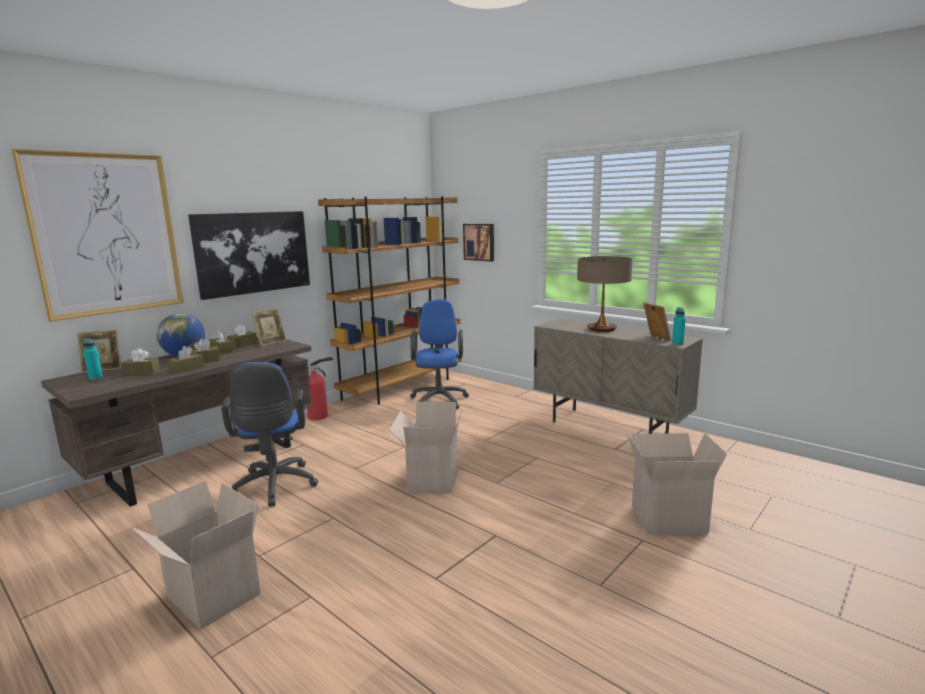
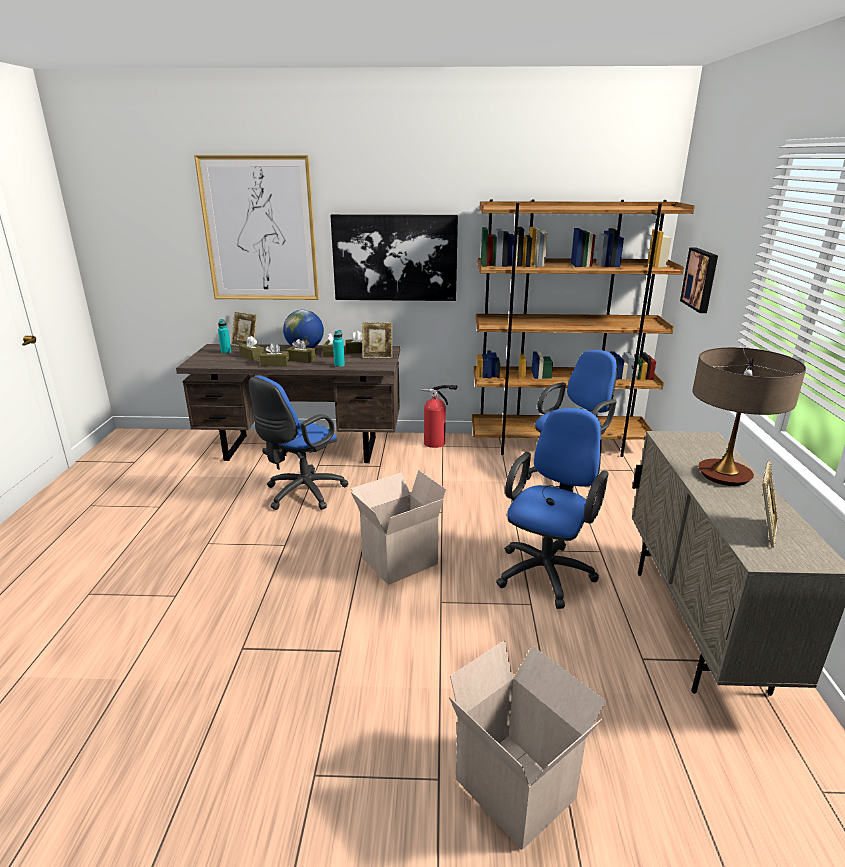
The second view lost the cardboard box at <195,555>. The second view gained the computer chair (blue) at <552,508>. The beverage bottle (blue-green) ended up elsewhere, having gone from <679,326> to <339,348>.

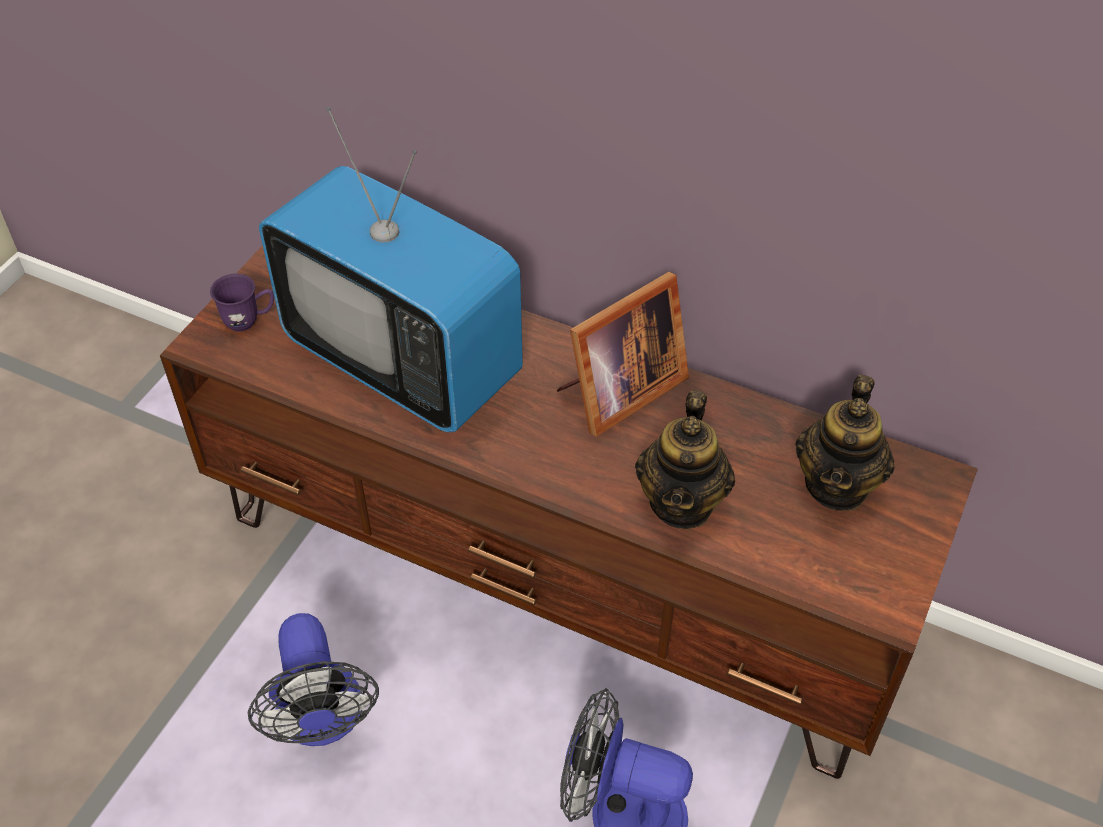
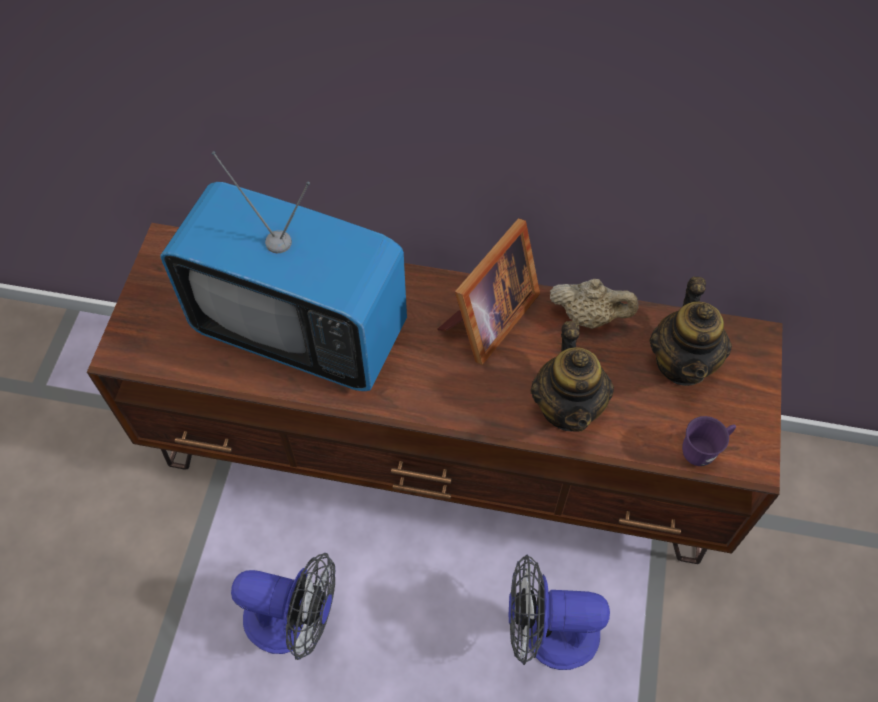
The second view gained the teapot (sand-coloured) at <594,304>. The coffee mug (purple-coloured) ended up elsewhere, having gone from <242,303> to <709,441>. The electric fan at <313,679> ended up facing another way, 45 degrees counterclockwise from before.

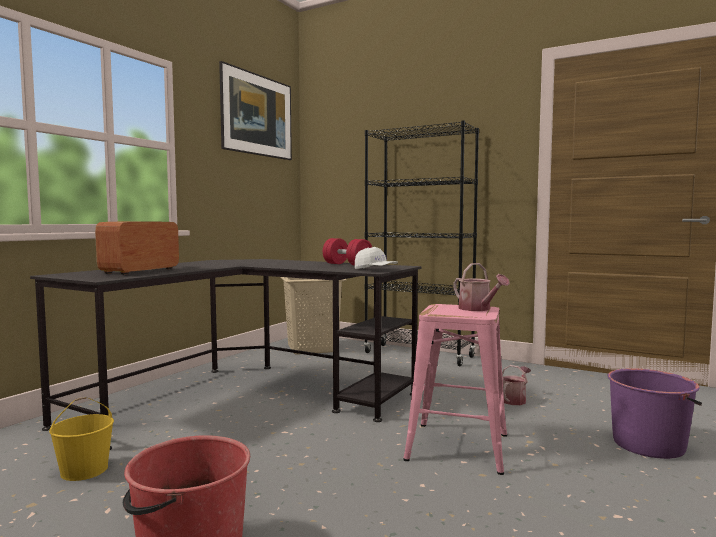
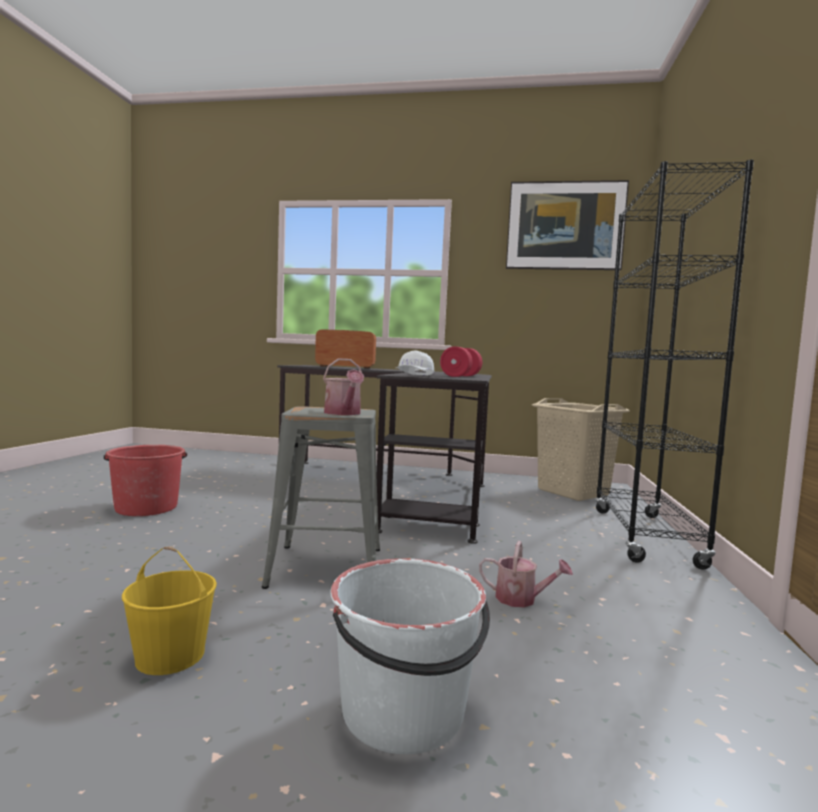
The bucket (yellow-coloured) ended up elsewhere, having gone from <81,439> to <169,611>. What was the stool seat (pink) at <455,389> turned into the stool seat (greyish) at <321,497>. What was the bucket (purple-coloured) at <654,413> turned into the bucket (white-coloured) at <410,656>. The sprinkling can at <481,287> ended up facing another way, 60 degrees counterclockwise from before.

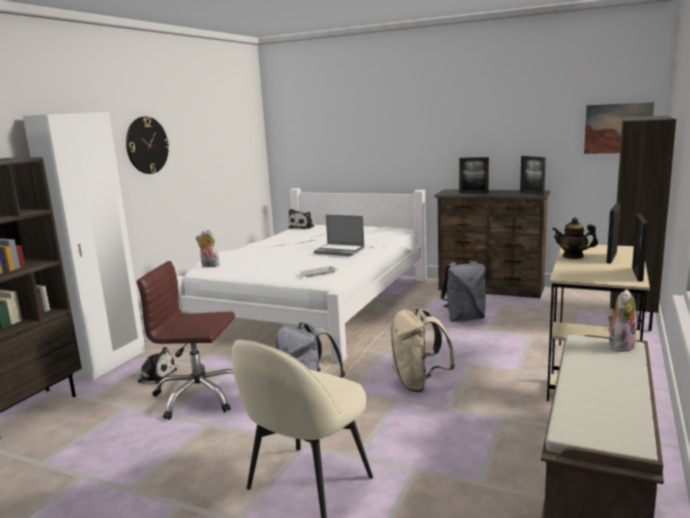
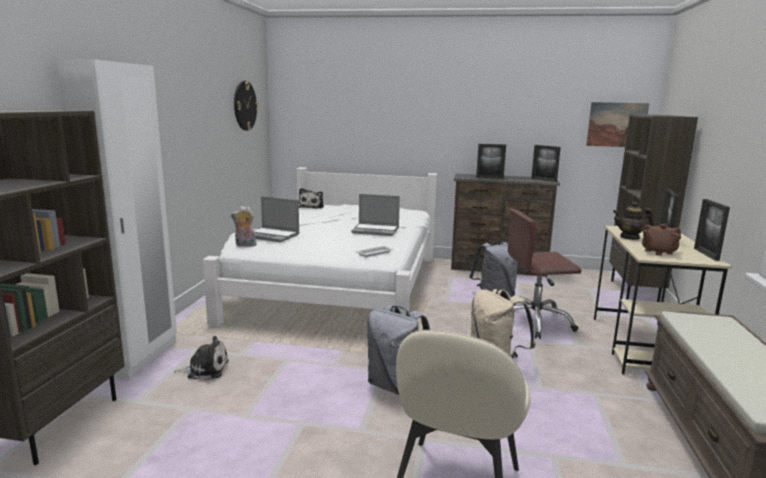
The second view lost the plush toy at <622,320>. The second view gained the notebook computer at <277,219>. The second view gained the teapot (brown) at <661,240>. The hanging clock ended up elsewhere, having gone from <148,145> to <246,106>. The computer chair (brown) ended up elsewhere, having gone from <186,340> to <544,274>.

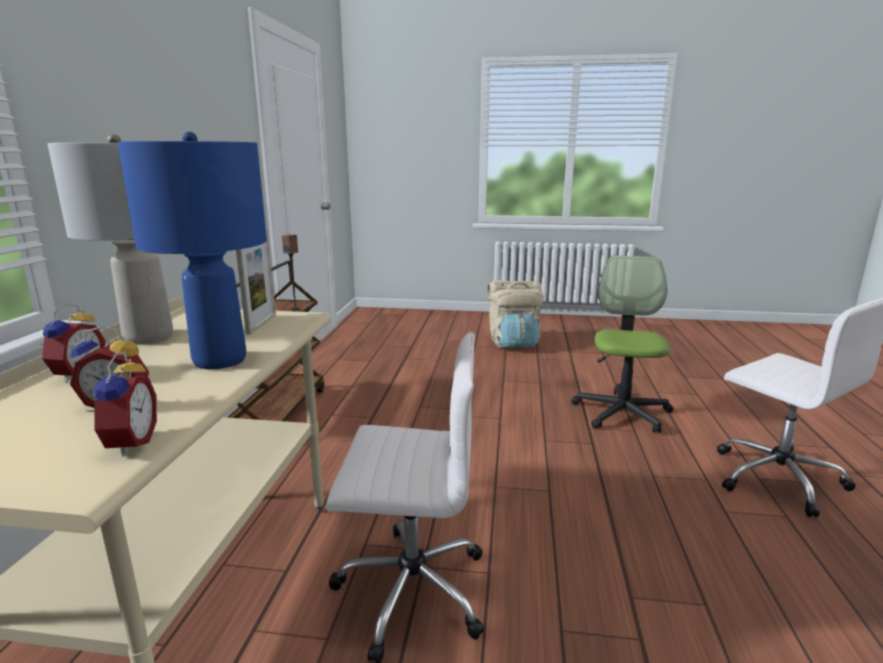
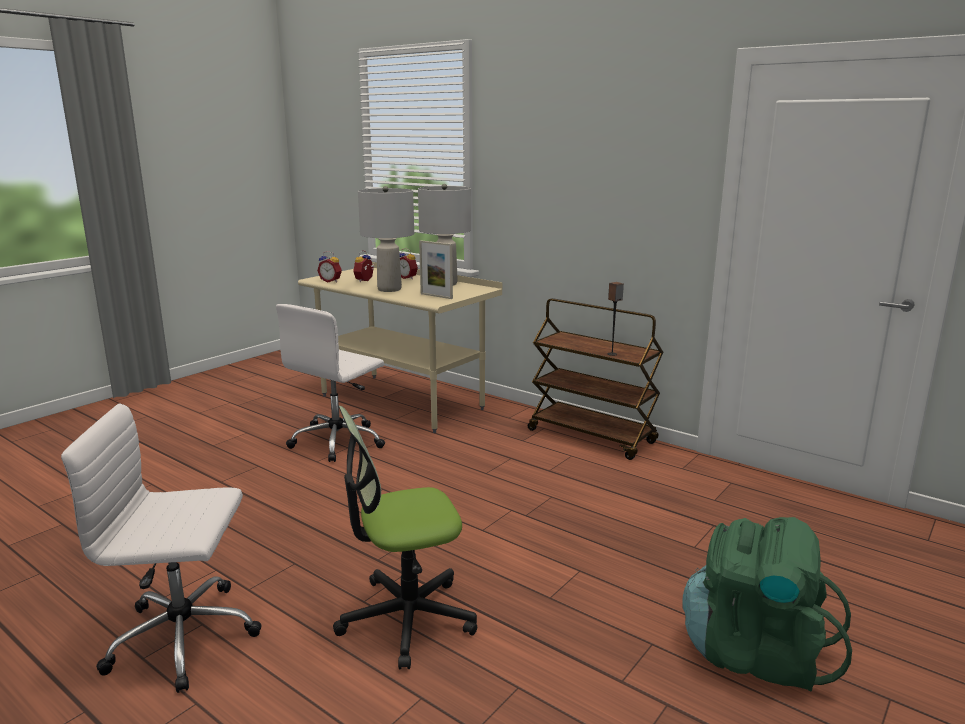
What was the lamp for a table (blue) at <192,250> turned into the lamp for a table (greyish) at <386,239>. What was the knapsack (sand-coloured) at <516,314> turned into the knapsack (greenish) at <767,604>. The computer chair at <622,344> ended up facing another way, 120 degrees clockwise from before.

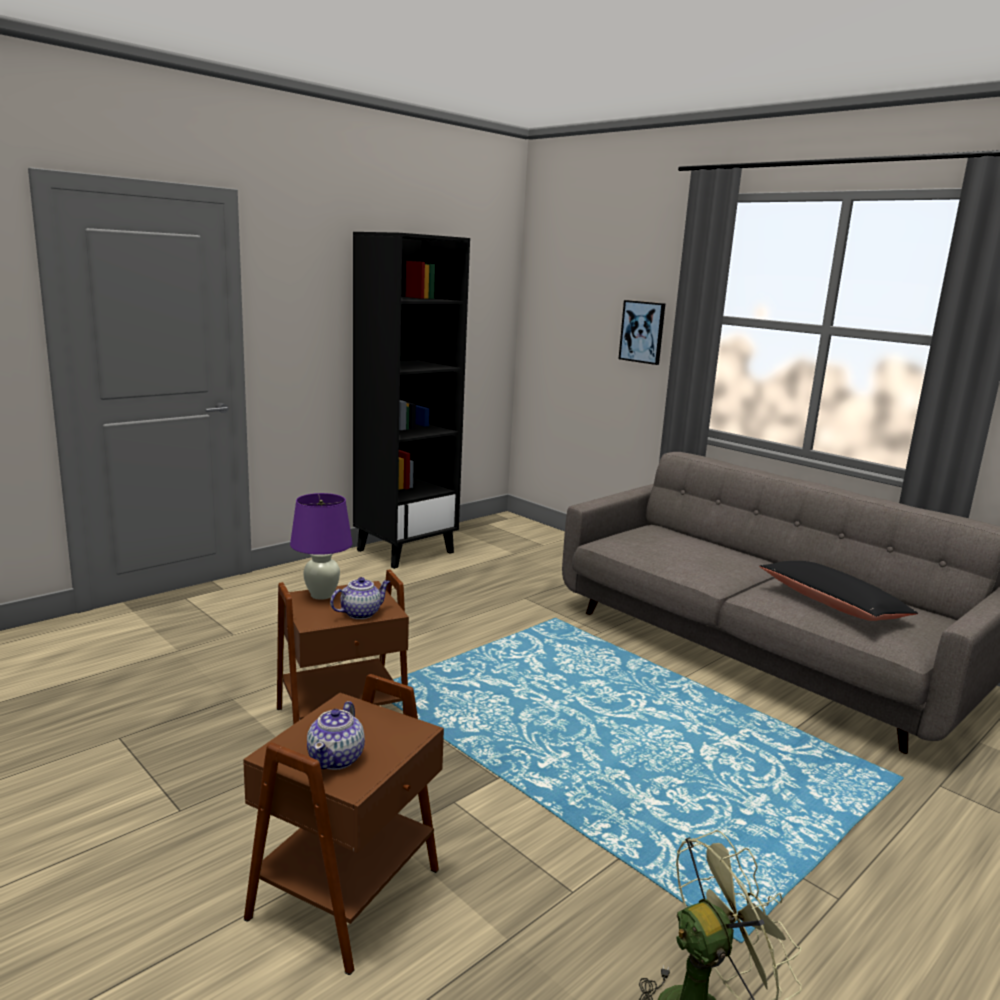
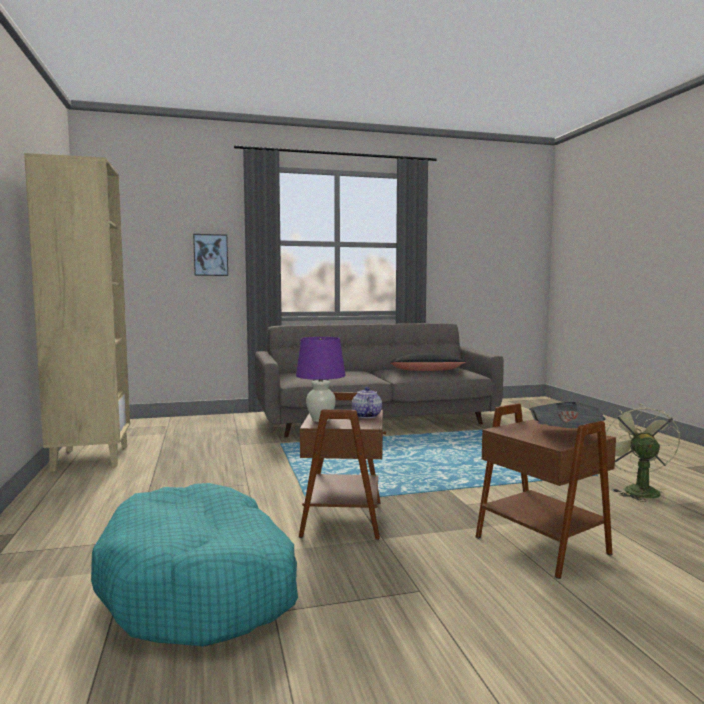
The second view gained the pet bed (blue-green) at <194,564>. Where the teapot stood at <336,735>, the newspaper came to stand at <567,415>. What was the shelving unit (black-coloured) at <411,400> turned into the shelving unit (sand-coloured) at <77,312>.

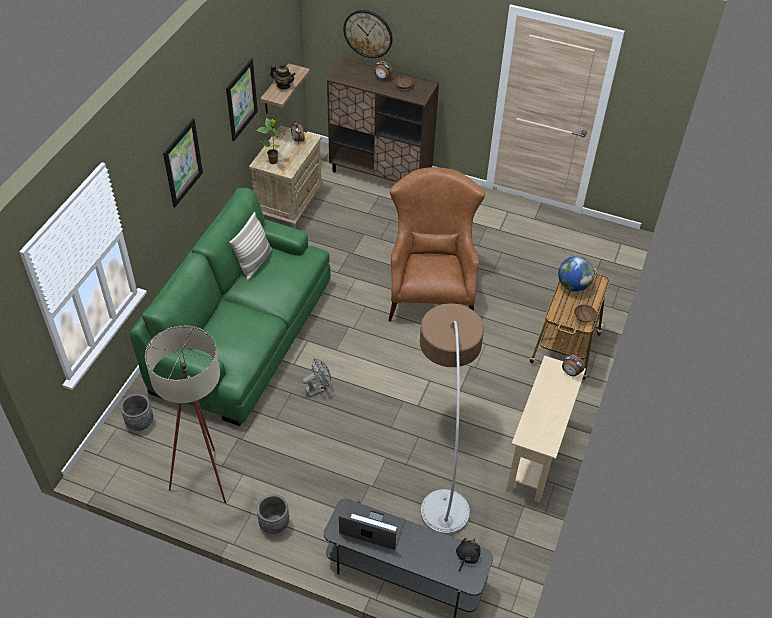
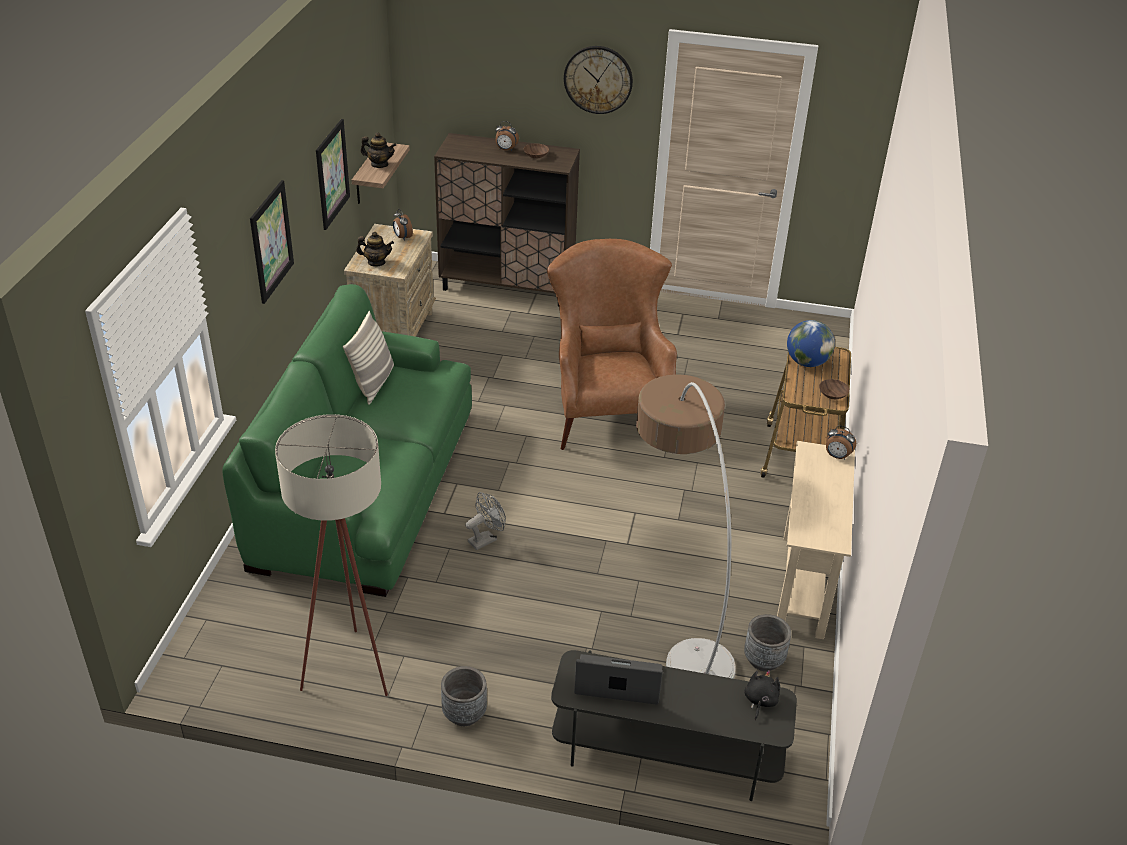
The plant pot (greyish) ended up elsewhere, having gone from <136,412> to <767,642>. The hanging clock ended up elsewhere, having gone from <367,34> to <598,80>. Where the potted plant stood at <270,141>, the teapot came to stand at <375,249>.

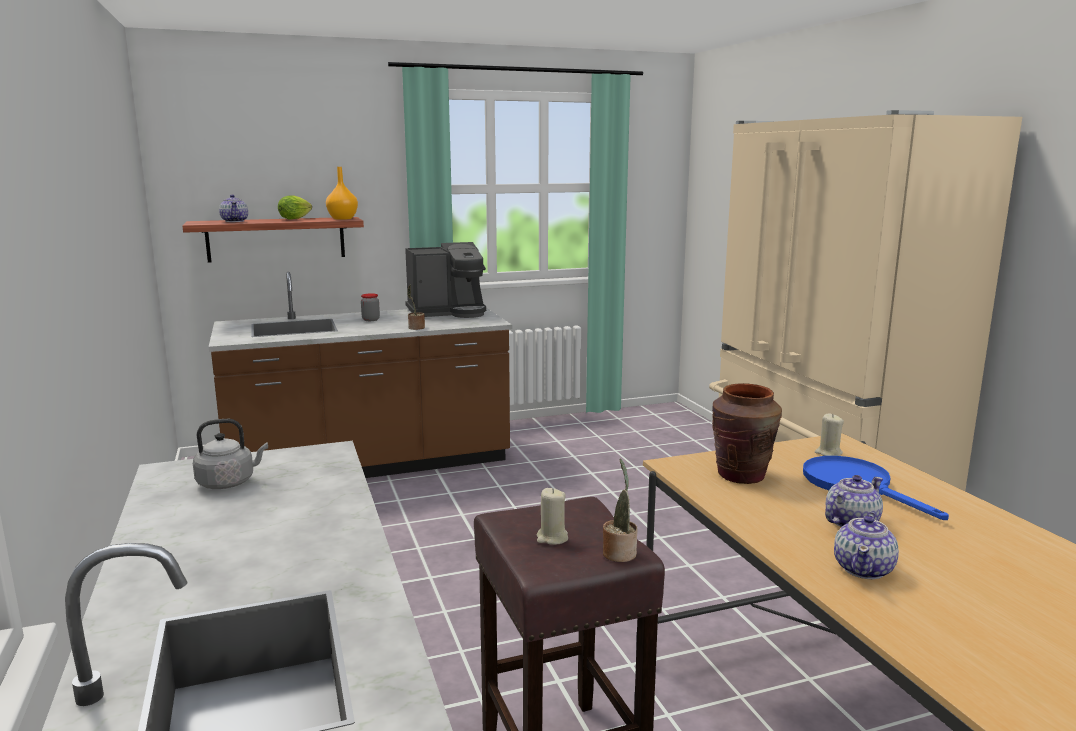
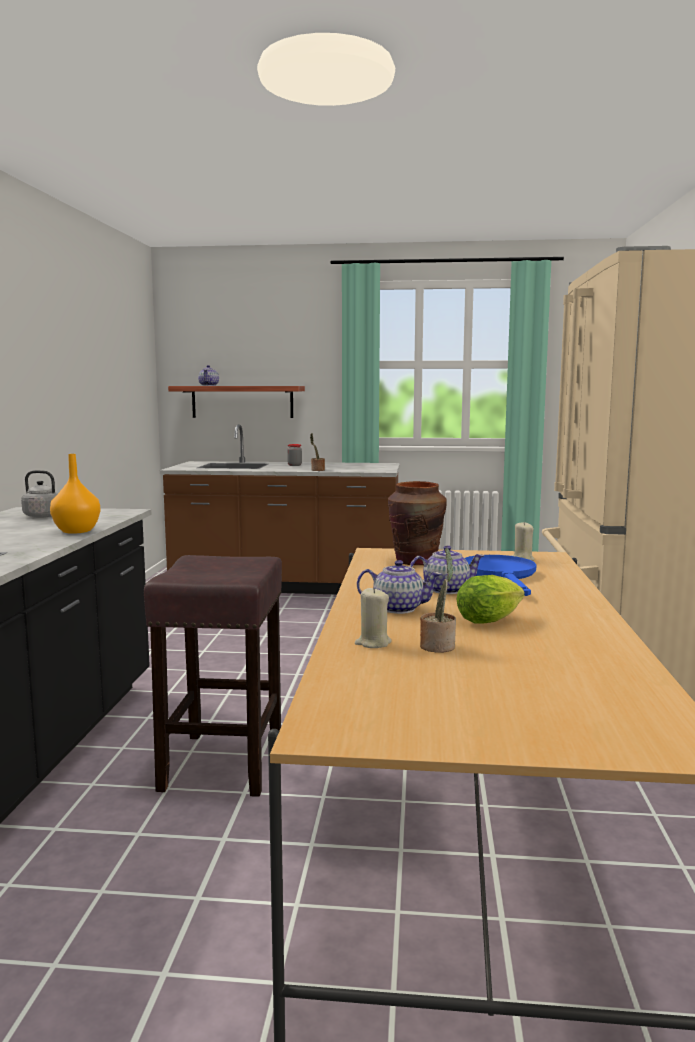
The second view lost the coffee machine at <445,280>. The lettuce ended up elsewhere, having gone from <295,208> to <490,599>. The decorative vase (orange-coloured) ended up elsewhere, having gone from <342,193> to <75,494>. The candle (sand-coloured) ended up elsewhere, having gone from <552,516> to <373,618>. The potted plant ended up elsewhere, having gone from <620,510> to <438,600>. The teapot at <866,545> ended up facing another way, 135 degrees counterclockwise from before.

